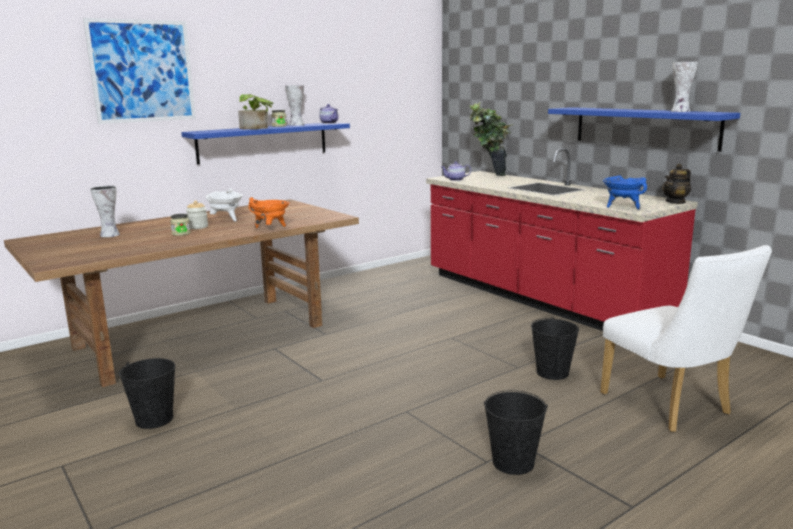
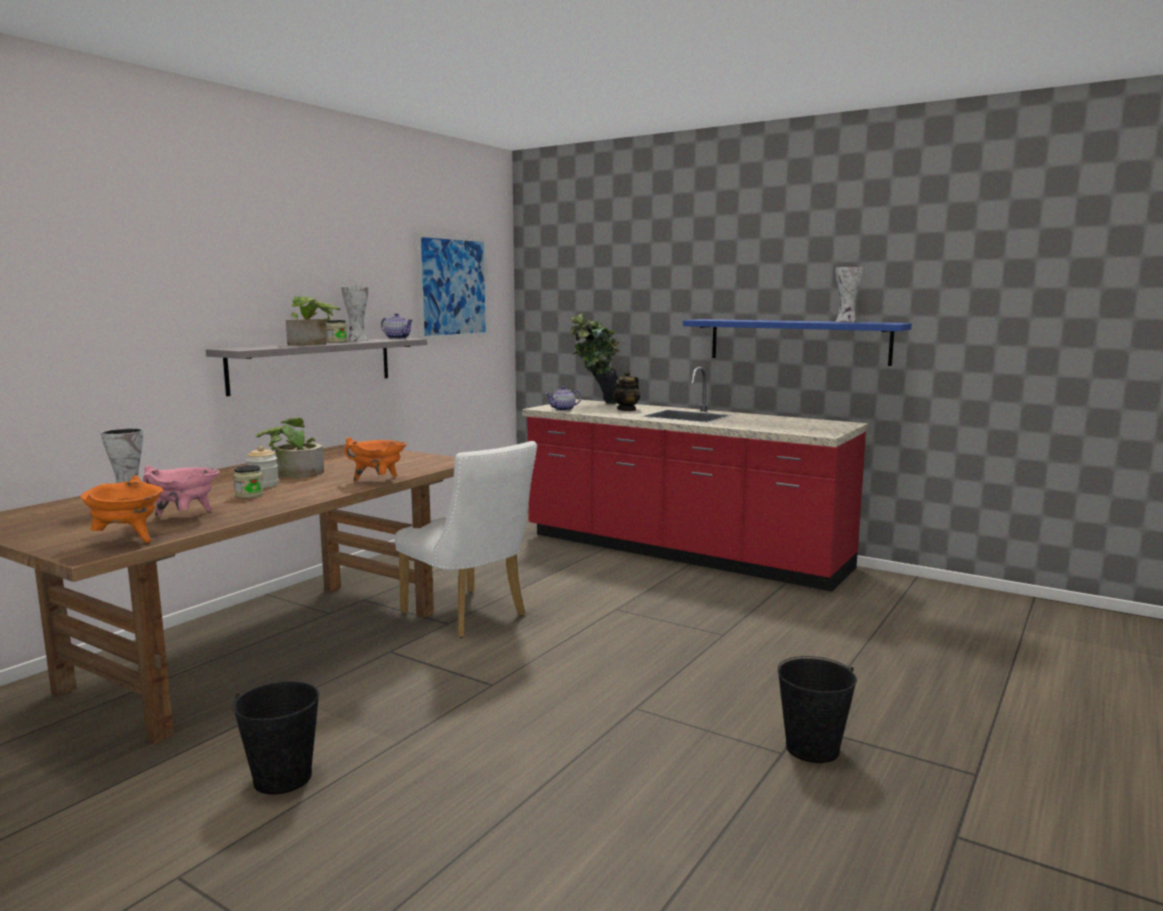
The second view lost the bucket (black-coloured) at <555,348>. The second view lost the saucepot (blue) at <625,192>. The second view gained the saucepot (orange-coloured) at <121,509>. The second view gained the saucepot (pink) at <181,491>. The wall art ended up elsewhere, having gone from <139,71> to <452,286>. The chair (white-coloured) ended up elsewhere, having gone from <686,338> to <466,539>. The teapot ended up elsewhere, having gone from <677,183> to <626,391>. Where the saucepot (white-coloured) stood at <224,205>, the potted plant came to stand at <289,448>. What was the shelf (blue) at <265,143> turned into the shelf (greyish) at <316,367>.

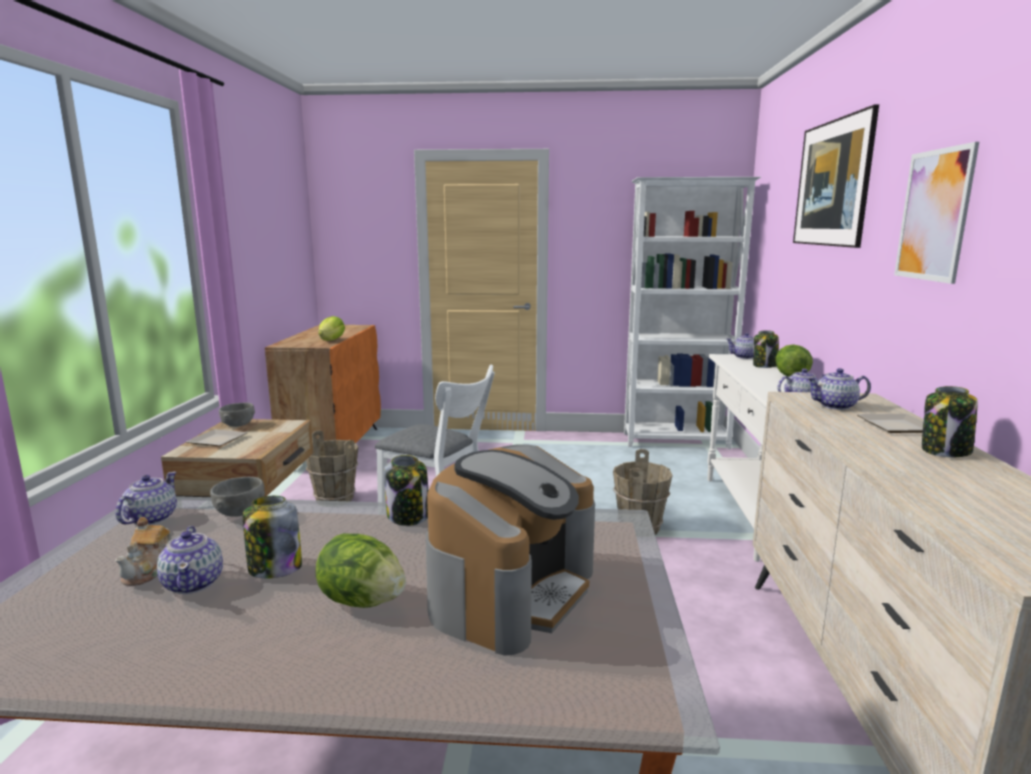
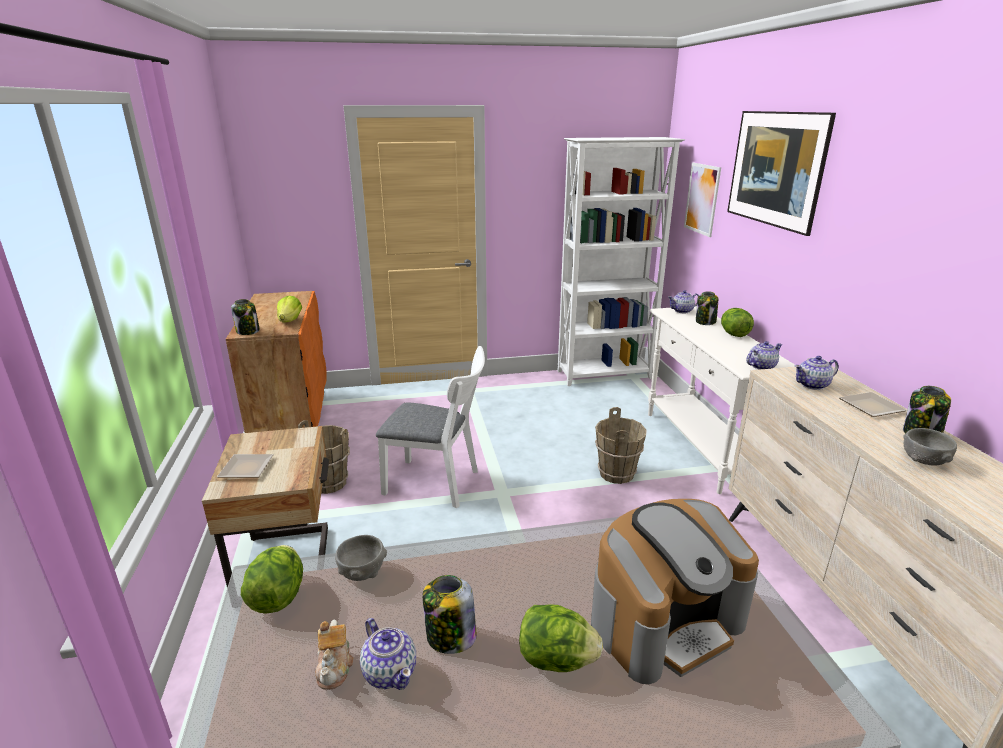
The deep dish (greyish) ended up elsewhere, having gone from <237,415> to <930,446>. The jar ended up elsewhere, having gone from <406,490> to <245,317>. The wall art ended up elsewhere, having gone from <936,213> to <702,200>. Where the teapot stood at <146,498>, the lettuce came to stand at <272,579>. The coffee machine at <510,549> ended up facing another way, 45 degrees clockwise from before.

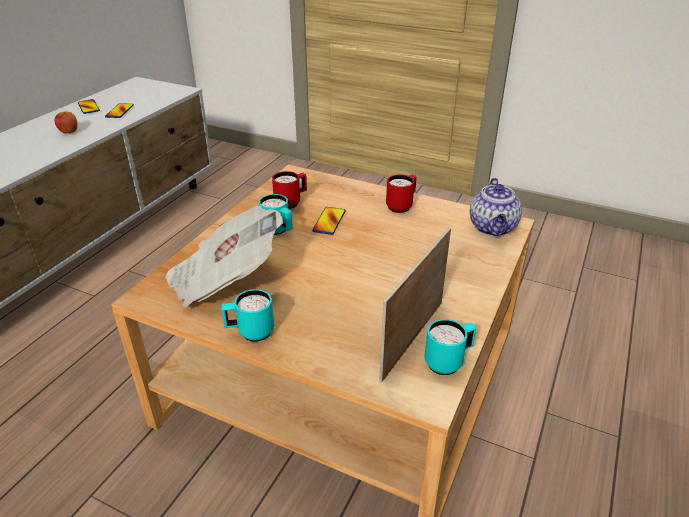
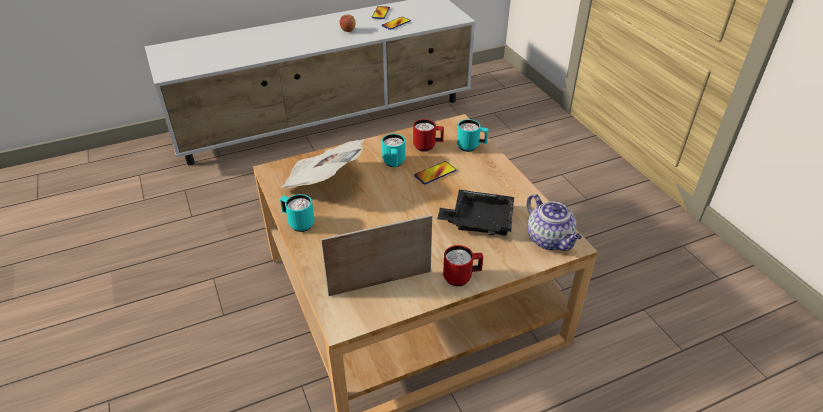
The second view gained the tray (black-coloured) at <475,212>. The coffee mug (reddish) ended up elsewhere, having gone from <401,193> to <463,265>. The coffee mug (blue-green) ended up elsewhere, having gone from <450,347> to <472,135>. The teapot at <496,207> ended up facing another way, 75 degrees counterclockwise from before.

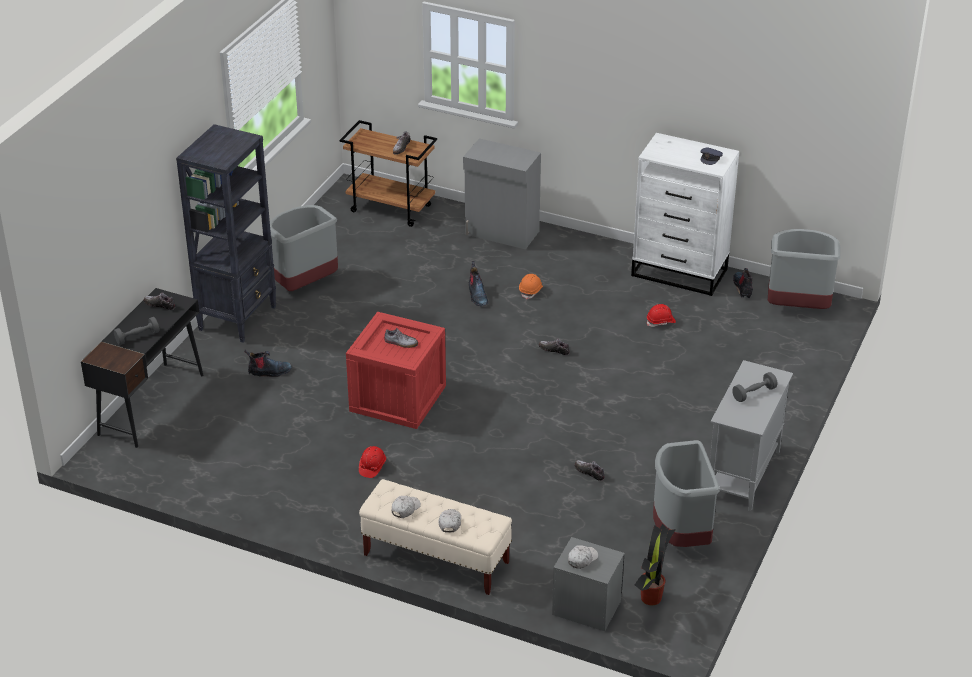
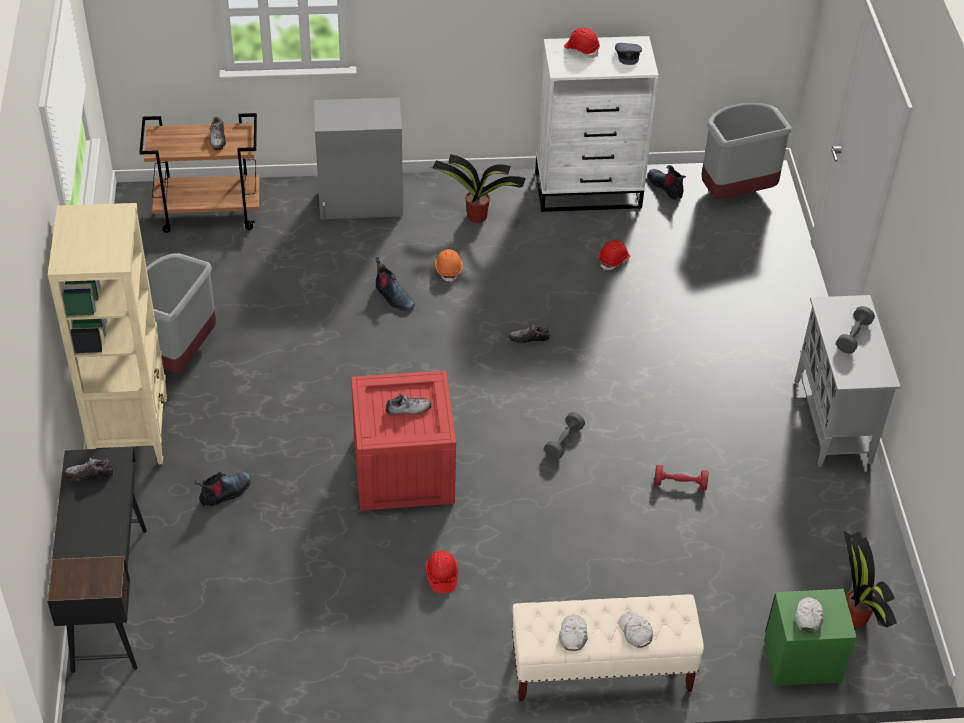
The second view lost the rubbish bin (greyish) at <686,493>. The second view gained the potted plant at <479,188>. The second view gained the work helmet (reddish) at <582,42>. The free weight (greyish) ended up elsewhere, having gone from <136,331> to <564,435>. Where the shoe stood at <590,470>, the free weight (reddish) came to stand at <681,478>. What was the shelving unit (black-coloured) at <226,233> turned into the shelving unit (sand-coloured) at <107,333>. What was the bedside table (greyish) at <588,584> turned into the bedside table (greenish) at <810,637>.

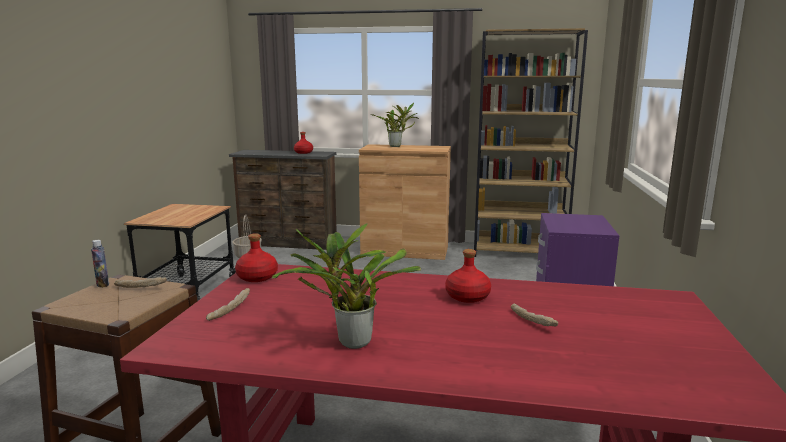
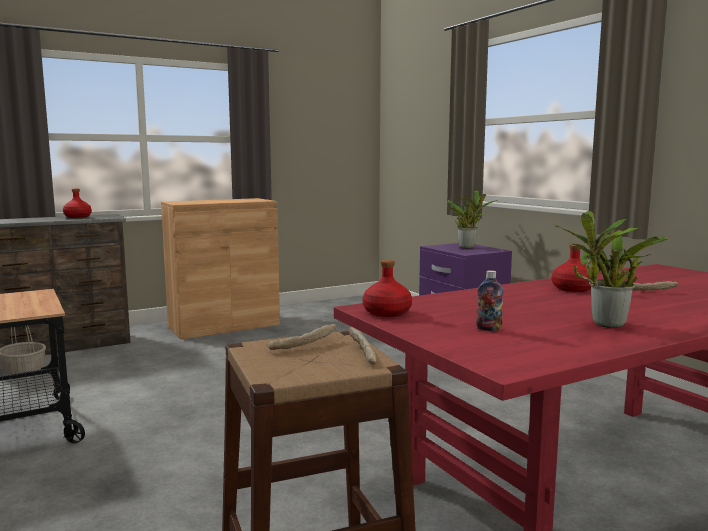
The second view lost the shelving unit (brown) at <531,142>. The beverage bottle ended up elsewhere, having gone from <100,264> to <490,300>. The baked bread ended up elsewhere, having gone from <228,304> to <363,345>. The potted plant ended up elsewhere, having gone from <395,125> to <472,219>.

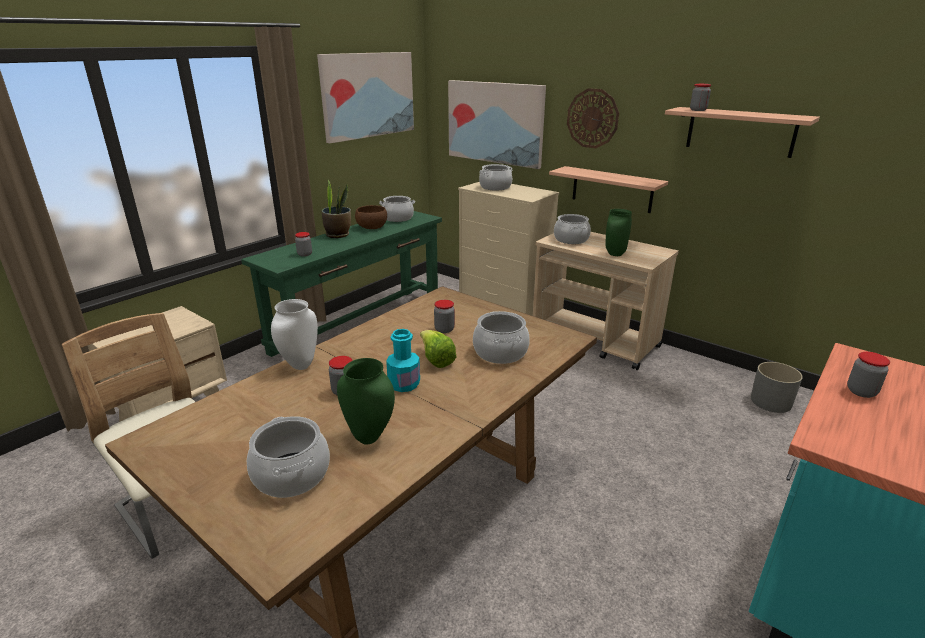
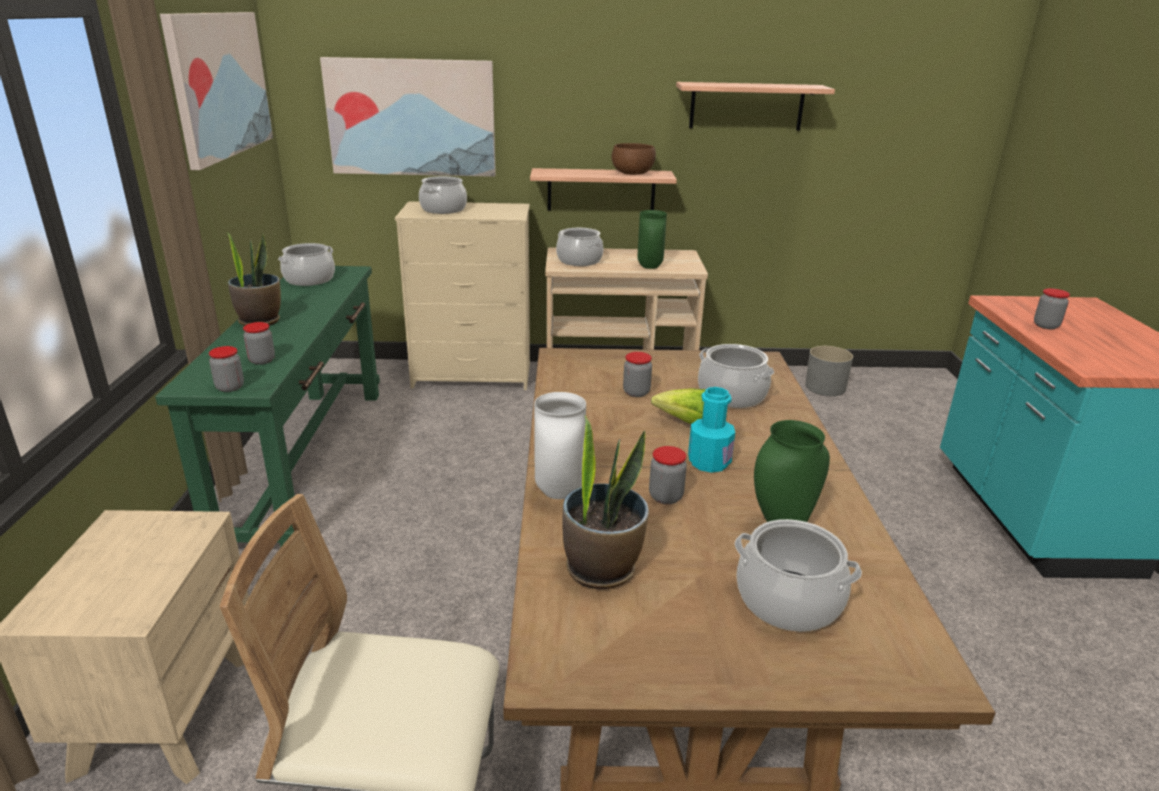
The second view lost the hanging clock at <593,118>. The second view gained the potted plant at <606,502>. The deep dish (brown) ended up elsewhere, having gone from <371,217> to <634,159>. The jar ended up elsewhere, having gone from <700,97> to <226,369>.

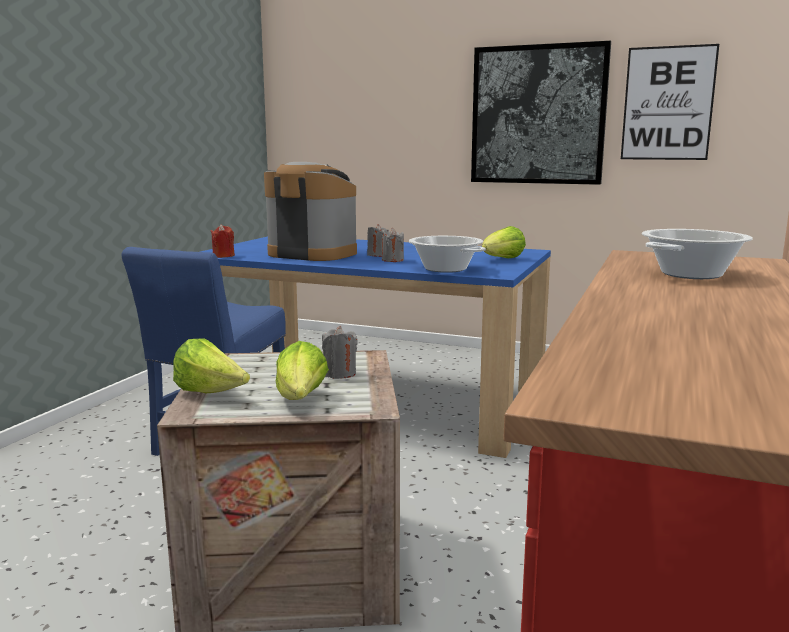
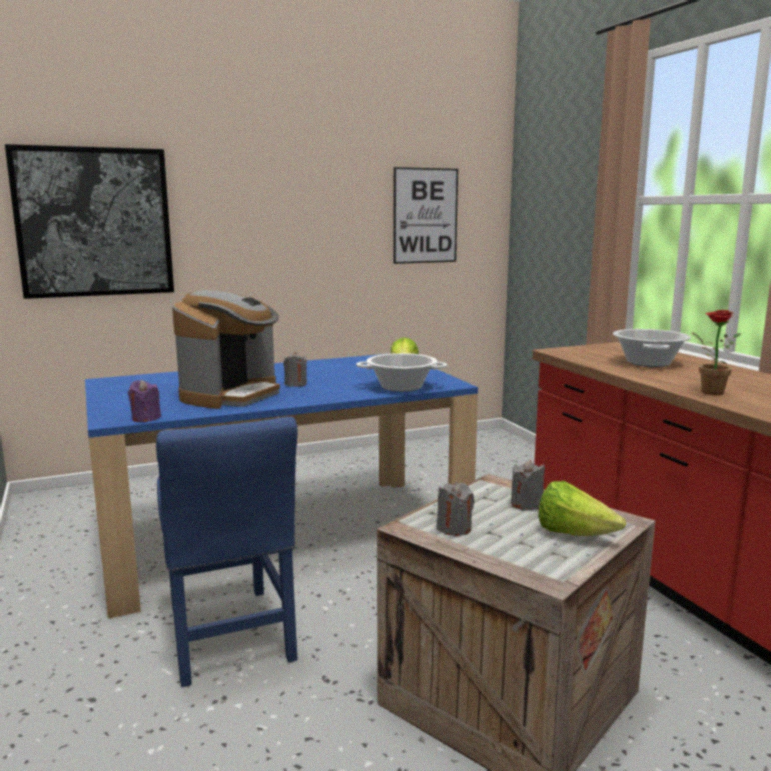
The second view lost the lettuce at <211,365>. The second view gained the potted plant at <716,352>. The candle (greyish) ended up elsewhere, having gone from <393,245> to <456,509>. The wall art ended up elsewhere, having gone from <541,113> to <89,221>. What was the candle (reddish) at <223,241> turned into the candle (purple-coloured) at <144,401>. The coffee machine at <310,211> ended up facing another way, 135 degrees clockwise from before.

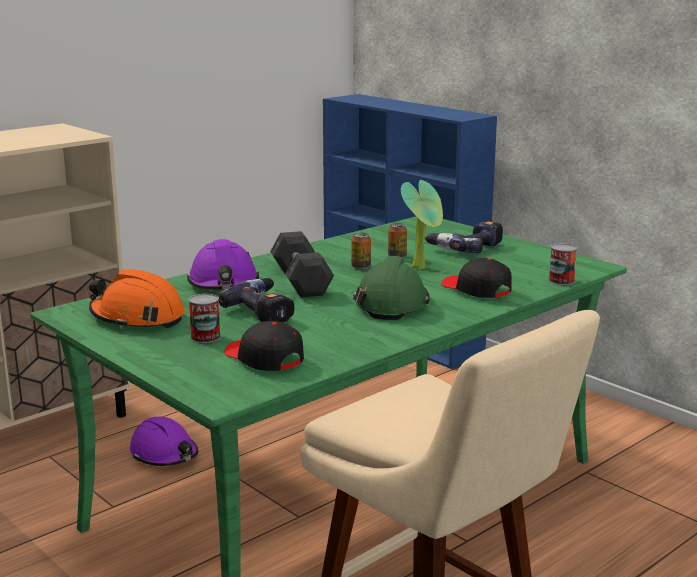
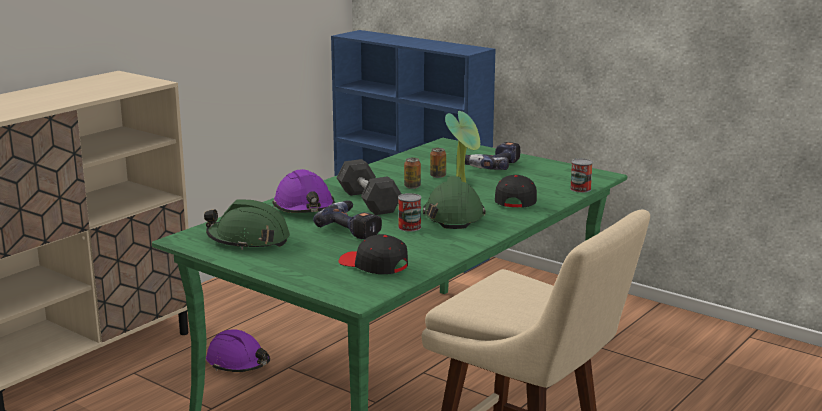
The metal can ended up elsewhere, having gone from <205,318> to <409,212>. What was the work helmet (orange-coloured) at <137,299> turned into the work helmet (greenish) at <247,224>. The baseball cap (black-coloured) at <476,278> ended up facing another way, 60 degrees clockwise from before.

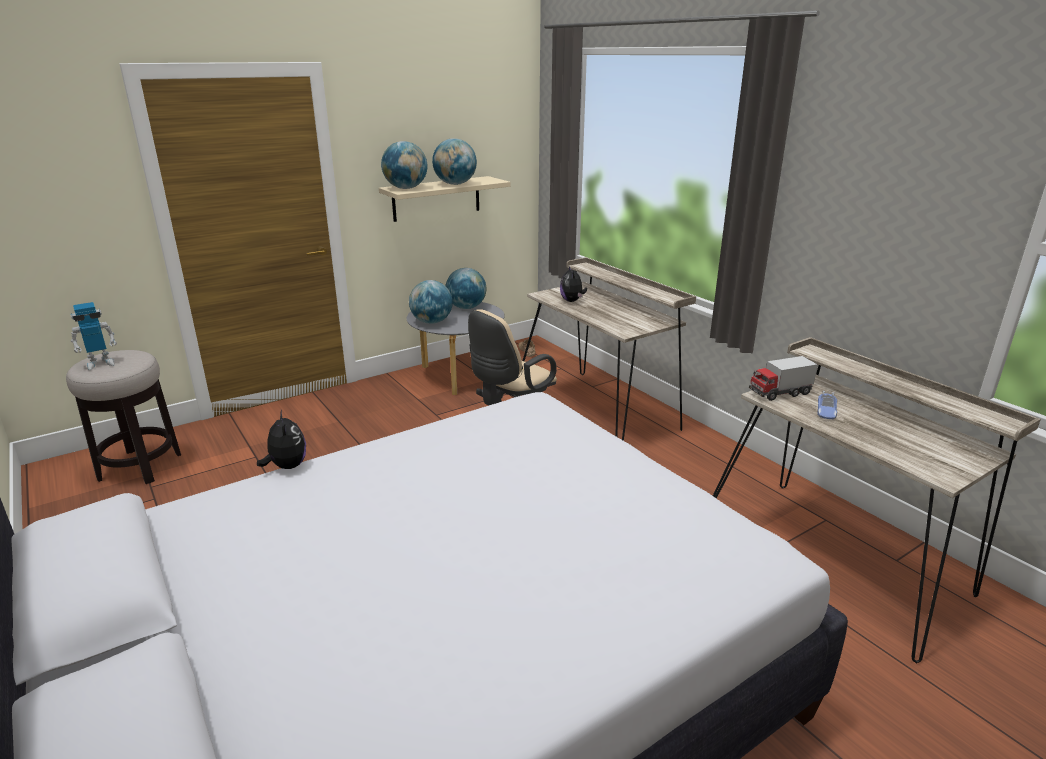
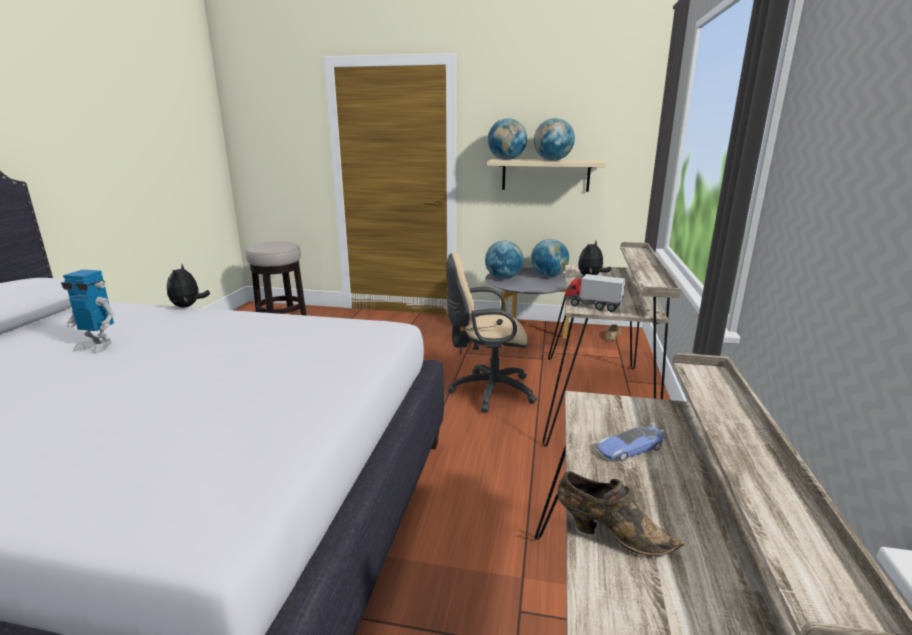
The second view gained the shoe (brown) at <620,513>. The model robot ended up elsewhere, having gone from <94,336> to <87,311>. The model truck ended up elsewhere, having gone from <783,378> to <594,293>. The plush toy at <281,439> ended up facing another way, 150 degrees clockwise from before.

